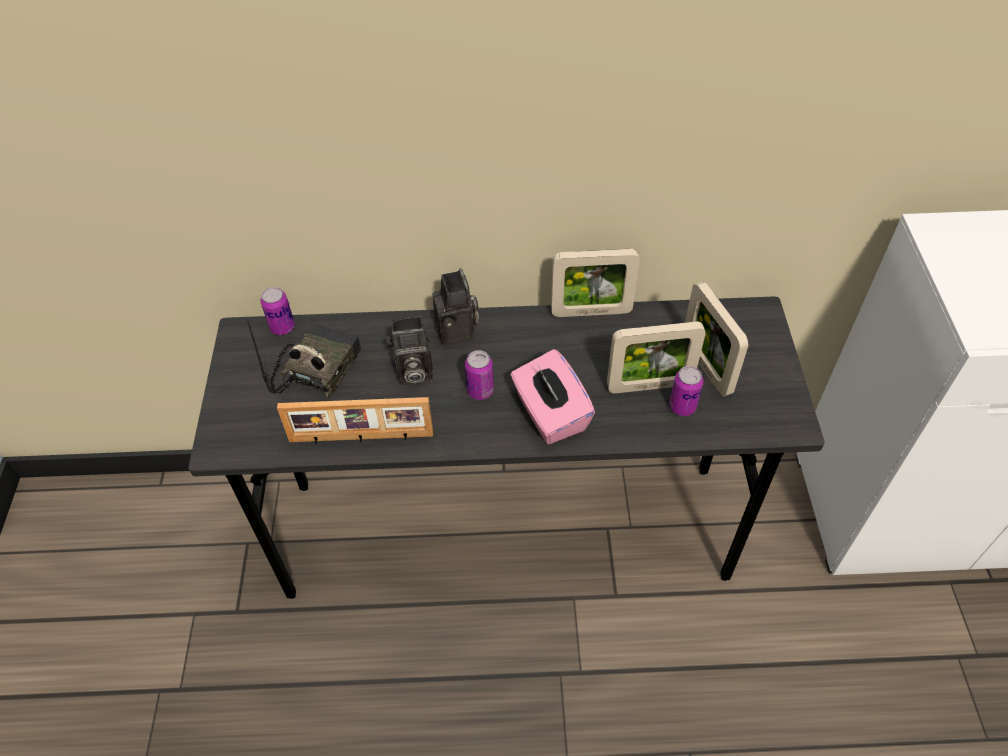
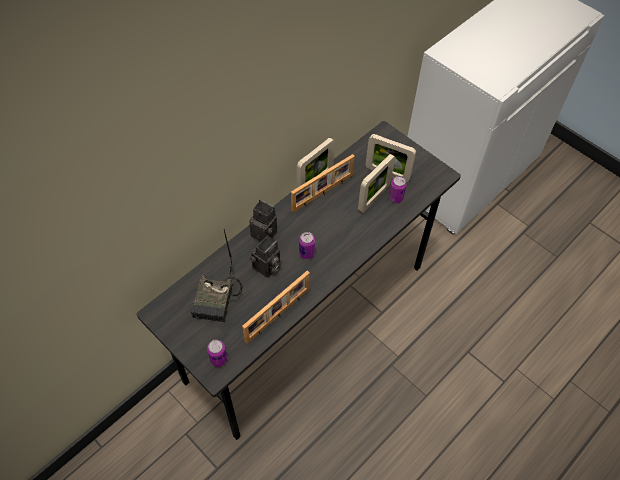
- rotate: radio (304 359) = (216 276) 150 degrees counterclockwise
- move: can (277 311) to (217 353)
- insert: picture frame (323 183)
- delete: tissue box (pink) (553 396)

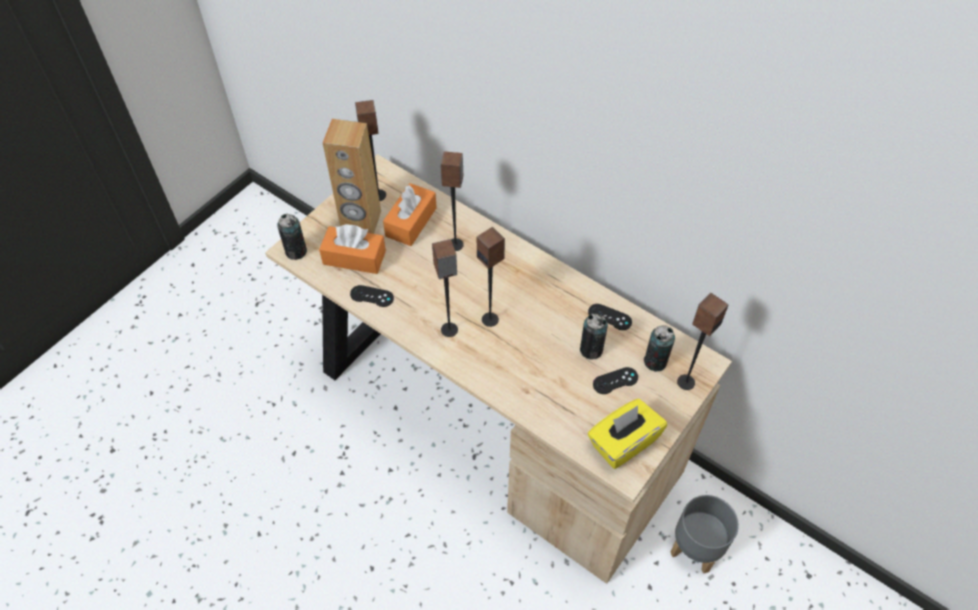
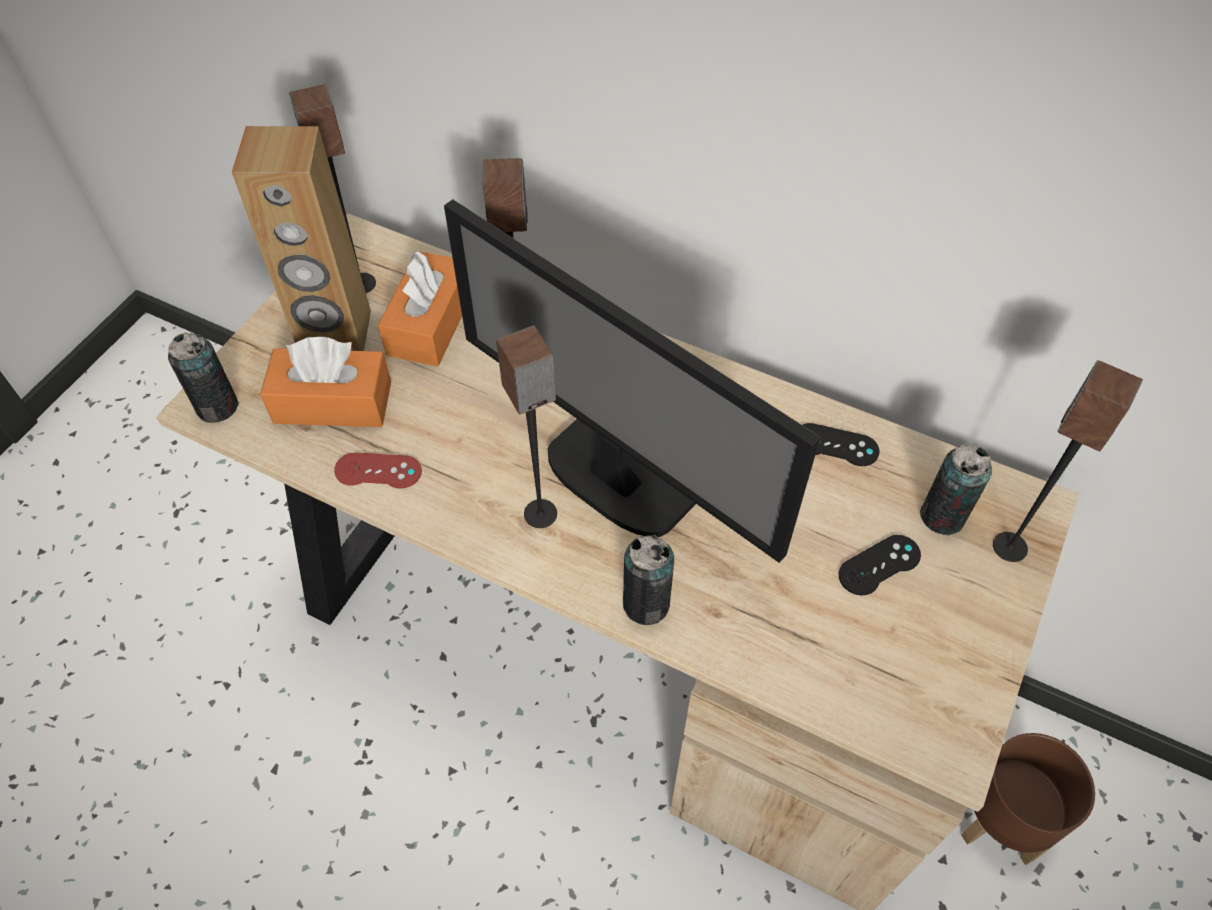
- recolor: game controller (black) (372 296) to game controller (red) (378 470)
- replace: speaker (491 277) to monitor (632 381)
- move: can (594 337) to (648 580)
- recolor: planter (grey) (704 534) to planter (brown) (1028 799)
- delete: tissue box (yellow) (627 434)

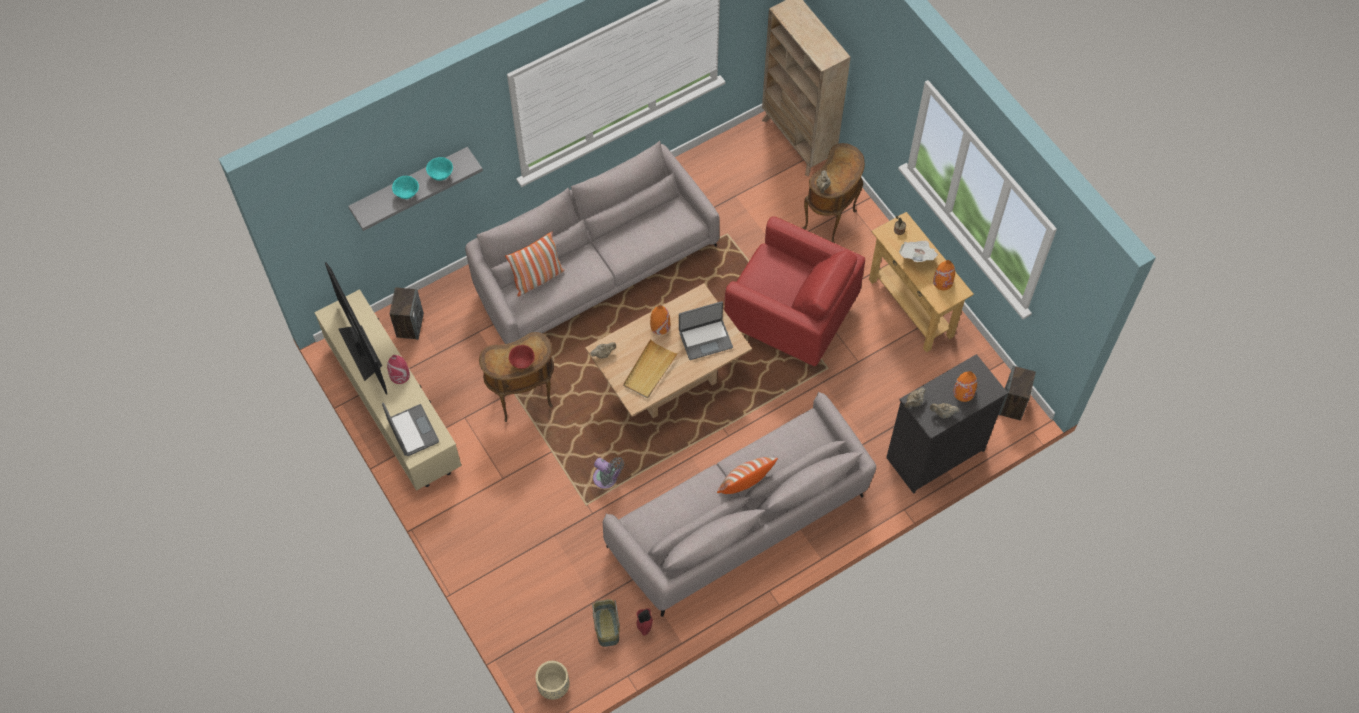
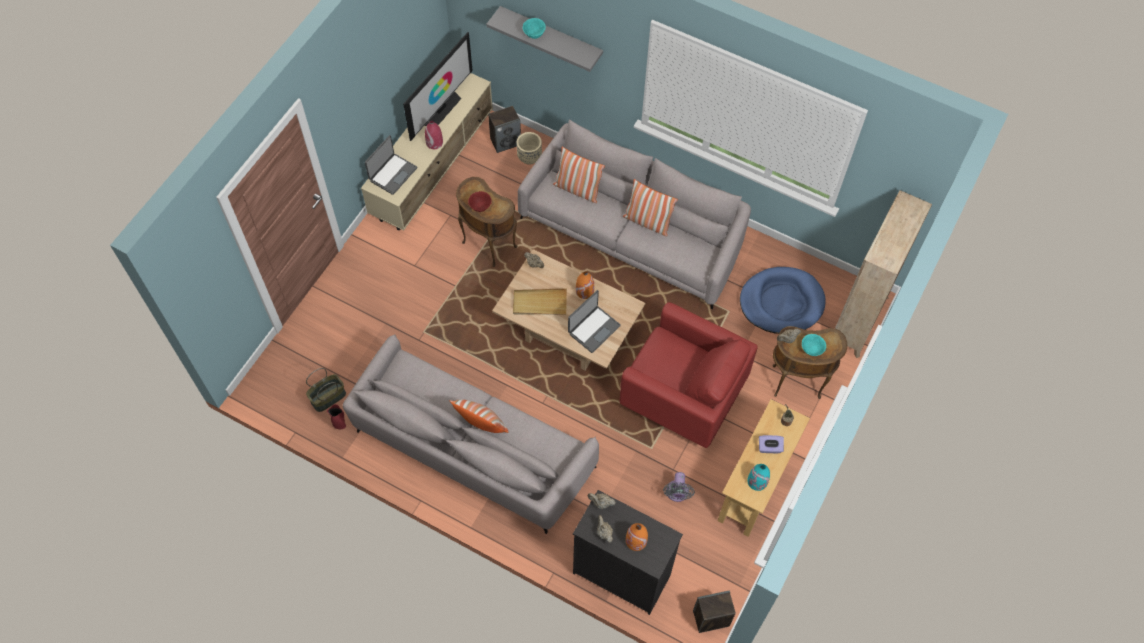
- move: planter (beige) (552 680) to (529 148)
- rotate: laptop (706 330) = (594 321) 90 degrees counterclockwise
- rotate: armchair (red) (794 291) = (688 375) 60 degrees counterclockwise
- insert: pillow (650 207)
- move: fan (grey) (608 473) to (679 487)
- insert: dog bed (blue) (783 300)
- recolor: vase (orange) (944 275) to vase (turquoise) (758 477)
- replace: newspaper (918 251) to tissue box (purple) (771 444)
- move: bowl (turquoise) (439 169) to (814 345)

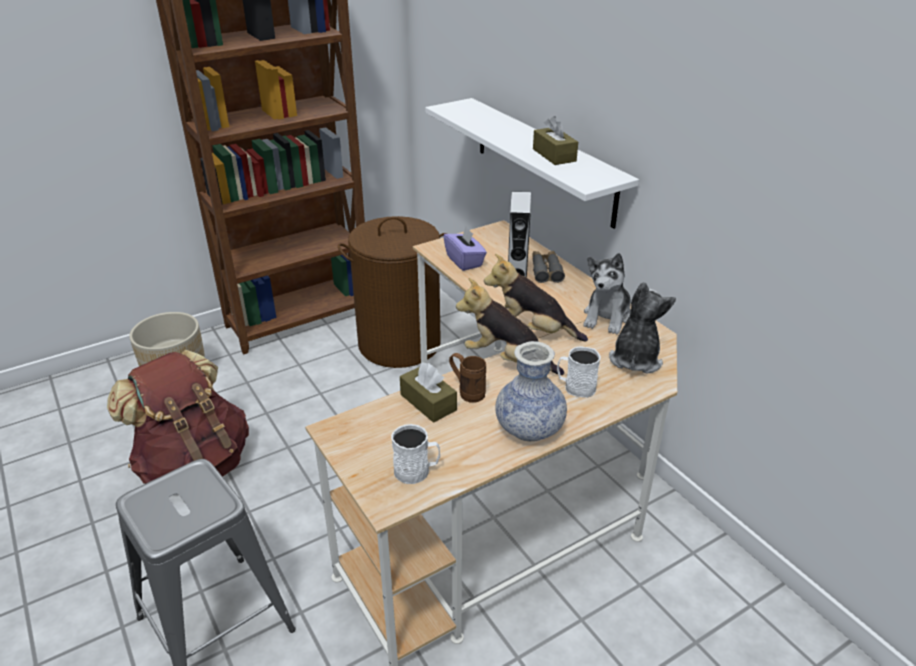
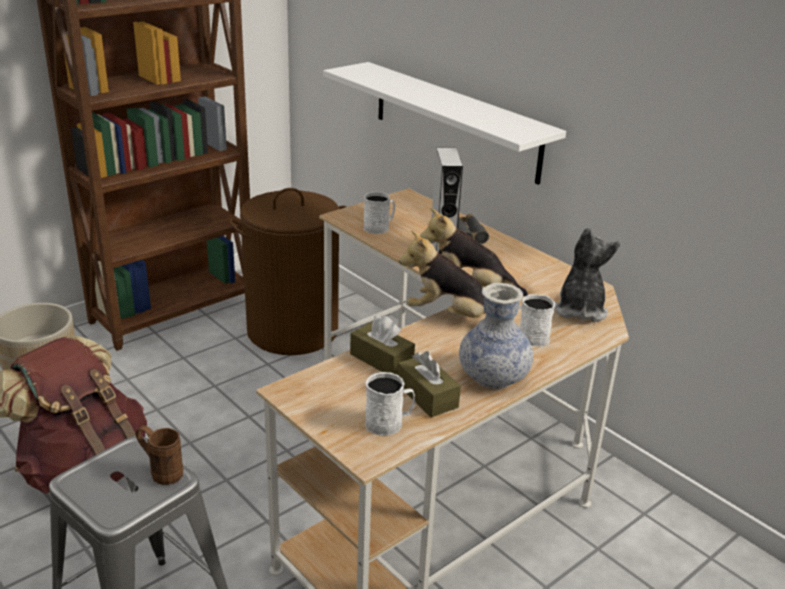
- move: mug (brown) (467 378) to (159 455)
- replace: tissue box (purple) (465 249) to mug (white) (379 213)
- move: tissue box (brown) (555 140) to (429 384)
- delete: plush toy (607 294)

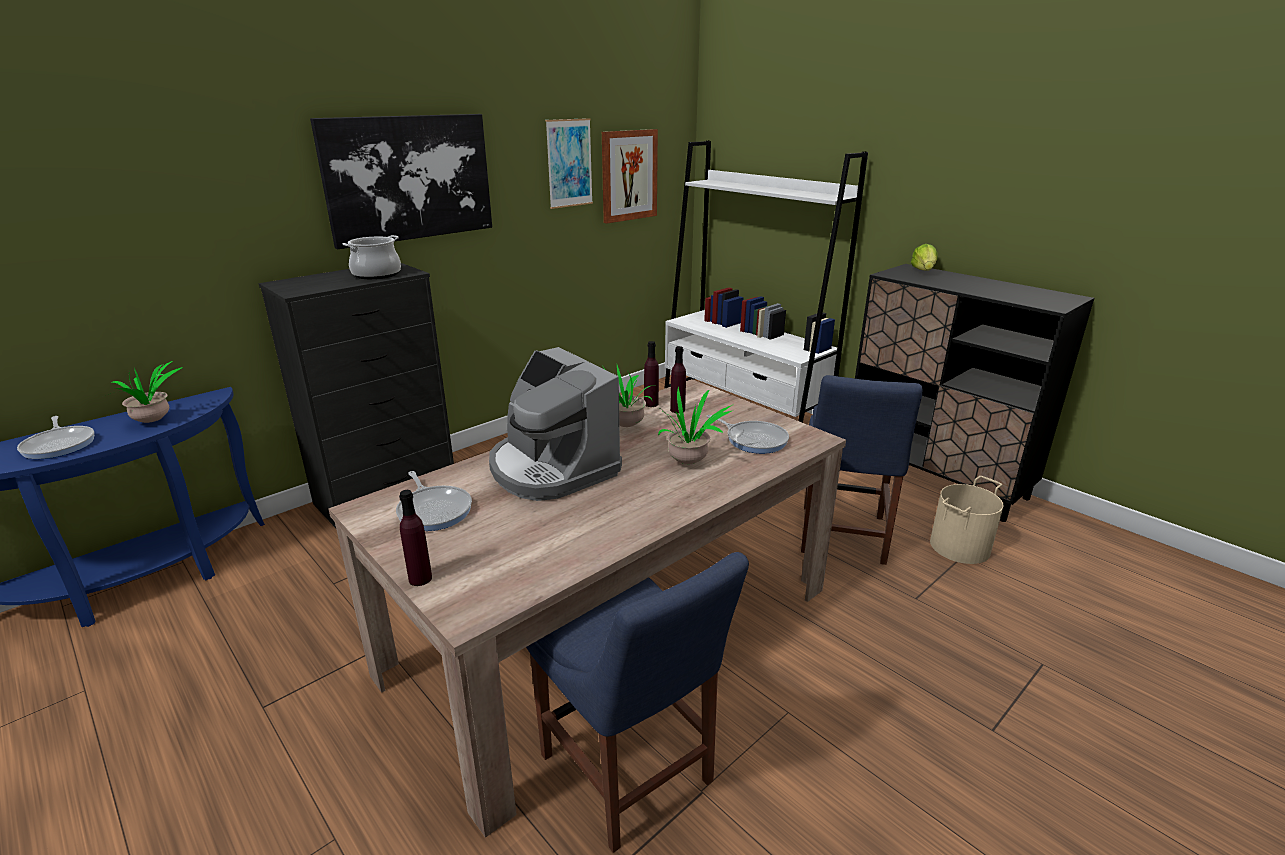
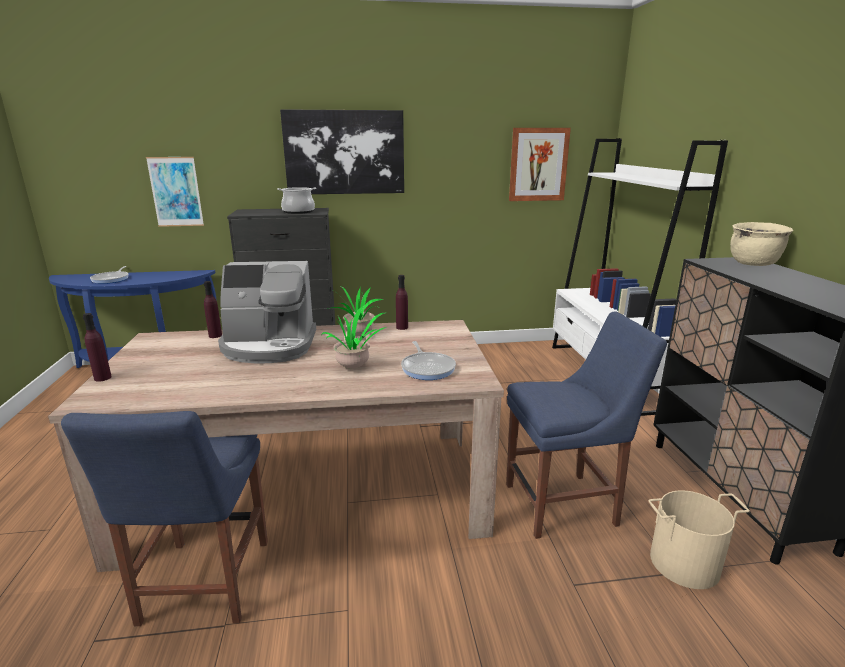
- move: picture (569 163) to (175 192)
- move: bottle (purple) (678 379) to (213 309)
- rotate: coffee machine (555 424) = (267 312) 90 degrees counterclockwise
- rotate: chair (blue) (862 470) = (586 425) 150 degrees counterclockwise
- replace: lettuce (924 257) to cooking pot (beige) (762 244)
- delete: potted plant (146 392)
- delete: frying pan (434 501)

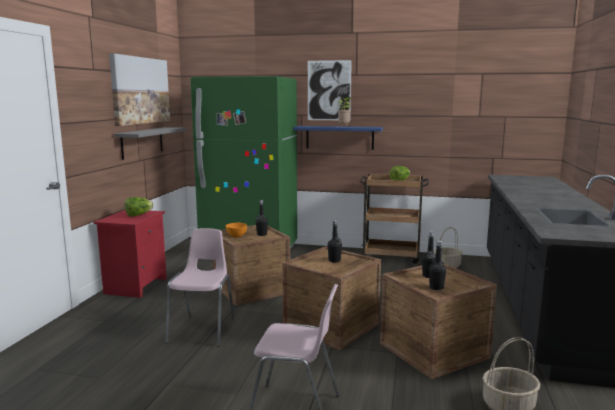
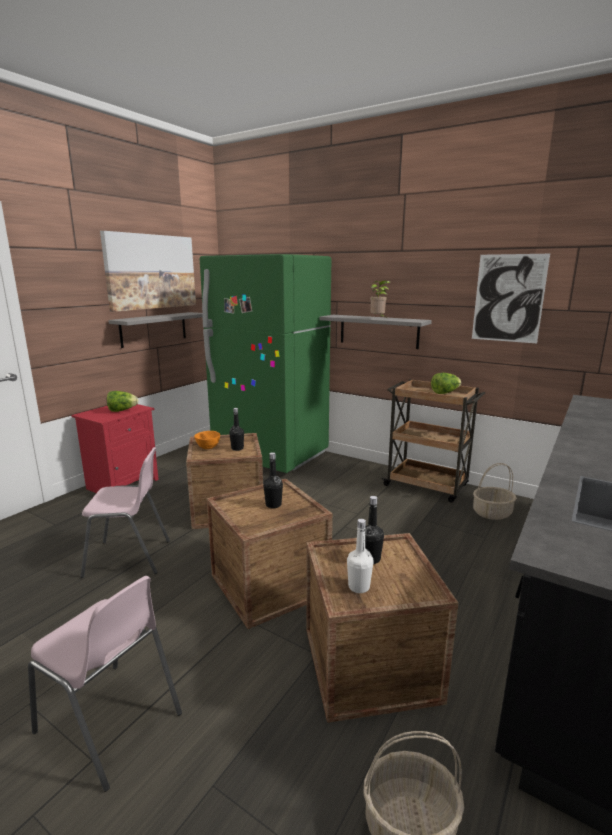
- rotate: chair (pink) (200 287) = (125 512) 60 degrees clockwise
- recolor: shelf (blue) (338 138) to shelf (grey) (375 332)
- recolor: bottle (black) (438 265) to bottle (white) (360 556)
- move: picture (330 90) to (511 298)

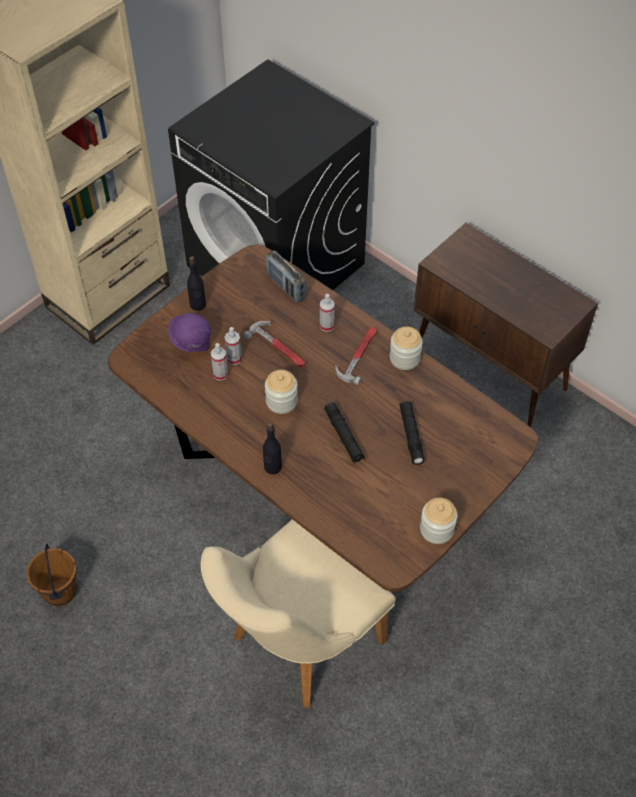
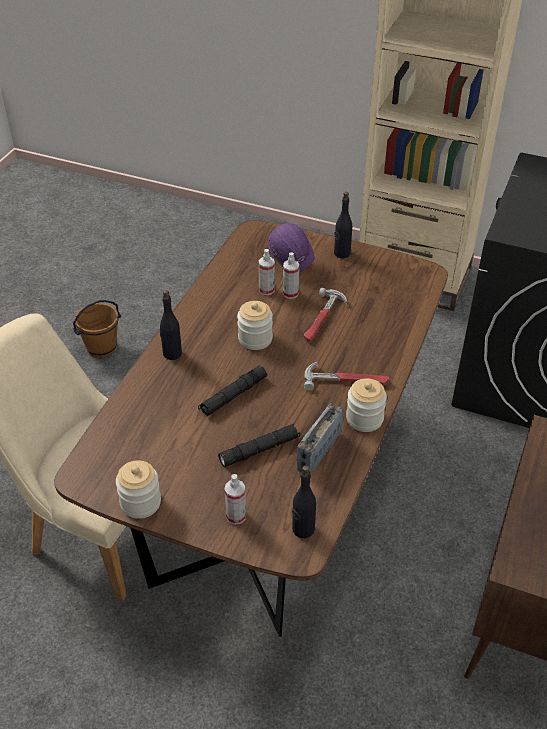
- move: spray bottle (327 313) to (235 499)
- insert: bottle (black) (304 502)
- move: radio (286 276) to (319 438)

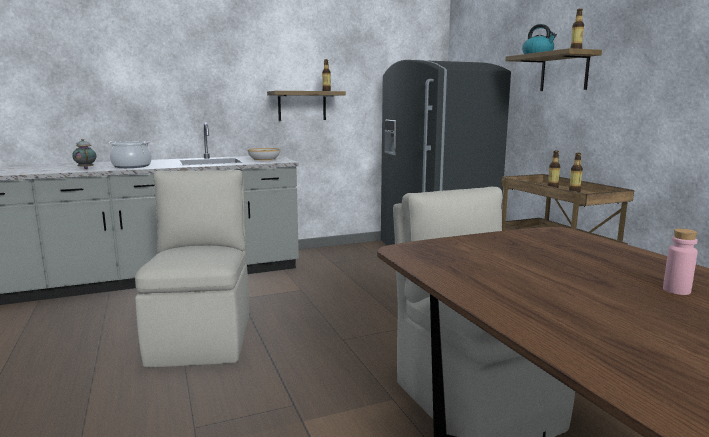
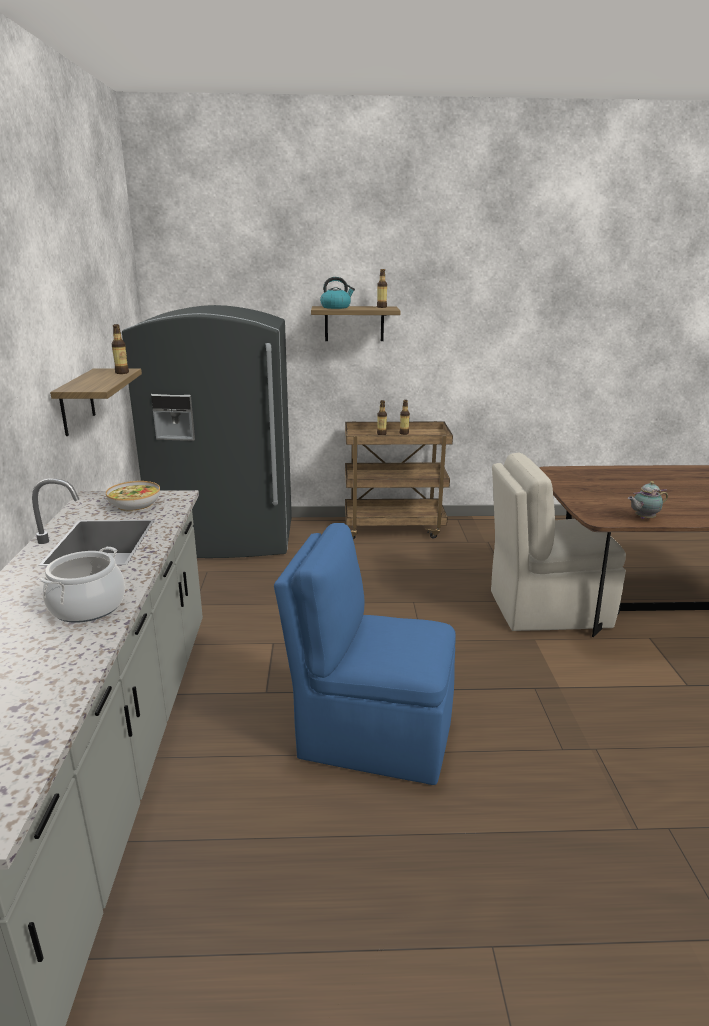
- recolor: chair (beige) (192 269) to chair (blue) (365 654)
- move: teapot (84 154) to (648 500)
- delete: bottle (pink) (680 262)

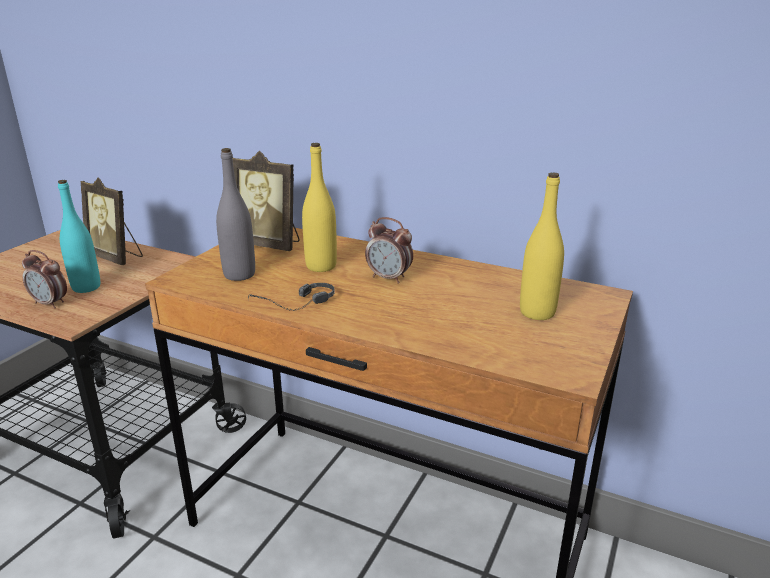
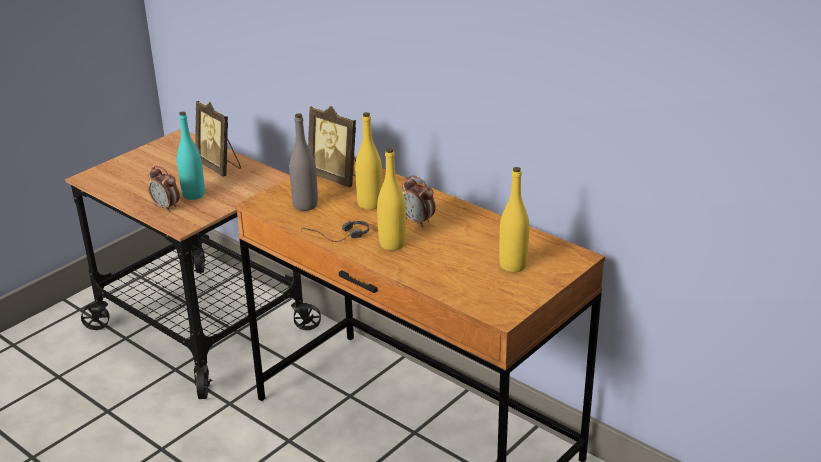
- insert: bottle (yellow) (391 199)

